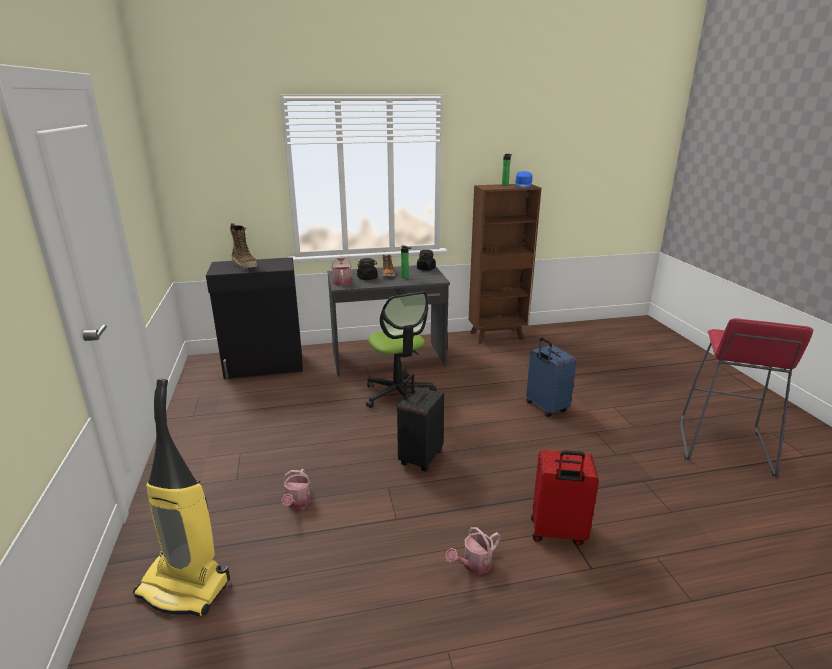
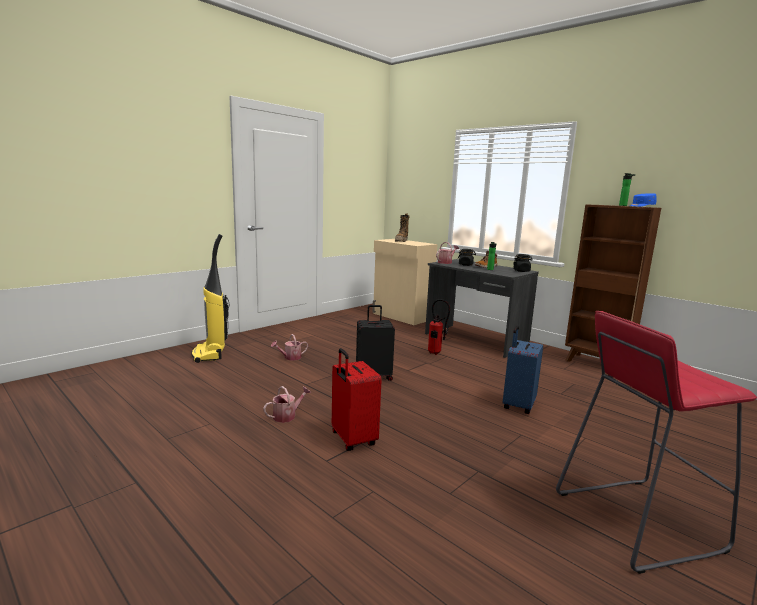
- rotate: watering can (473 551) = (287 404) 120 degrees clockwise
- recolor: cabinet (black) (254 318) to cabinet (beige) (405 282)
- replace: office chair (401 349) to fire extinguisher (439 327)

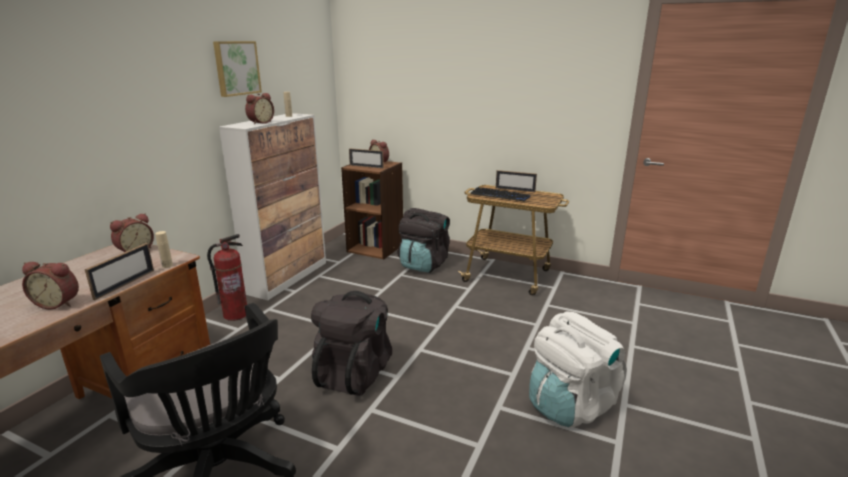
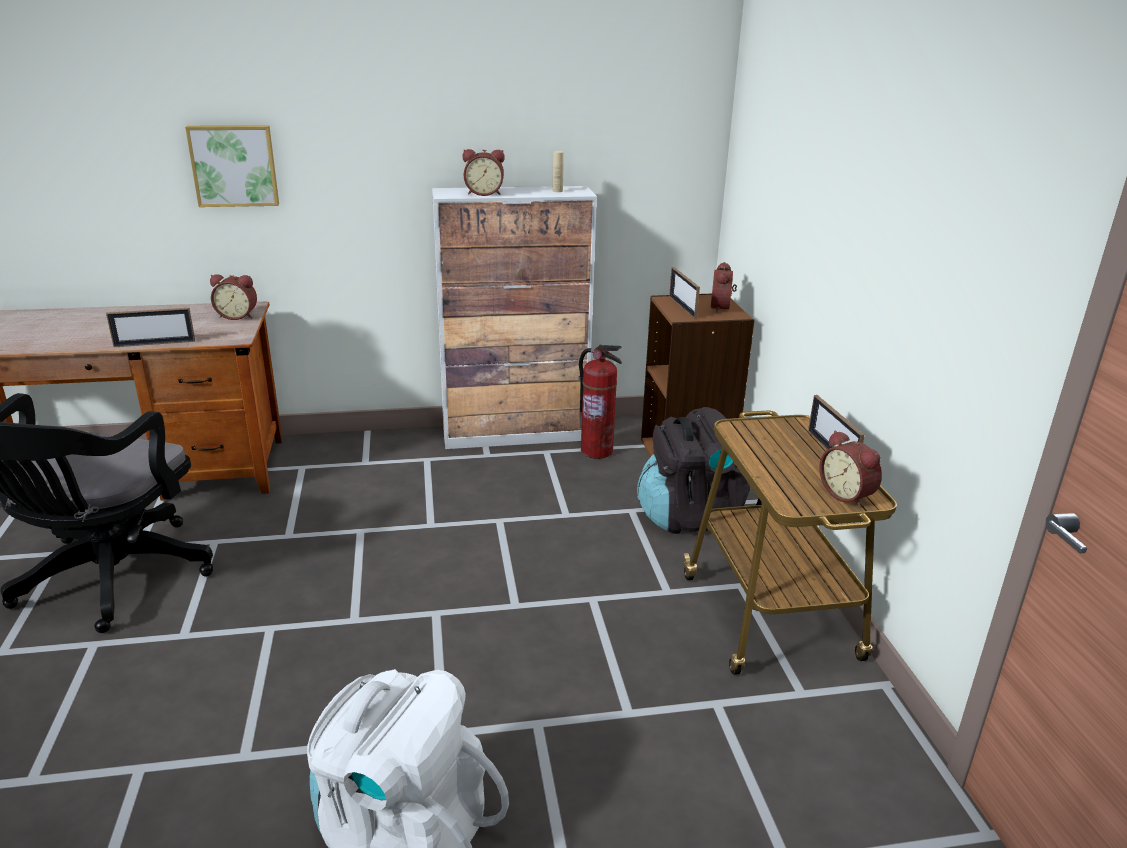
- move: picture (237 69) to (232 166)
- move: fire extinguisher (227 277) to (600 402)
- move: alarm clock (50 285) to (850 469)
- delete: bottle (beige) (164 249)
- delete: backpack (black) (351 343)
- delete: keyboard (500 194)

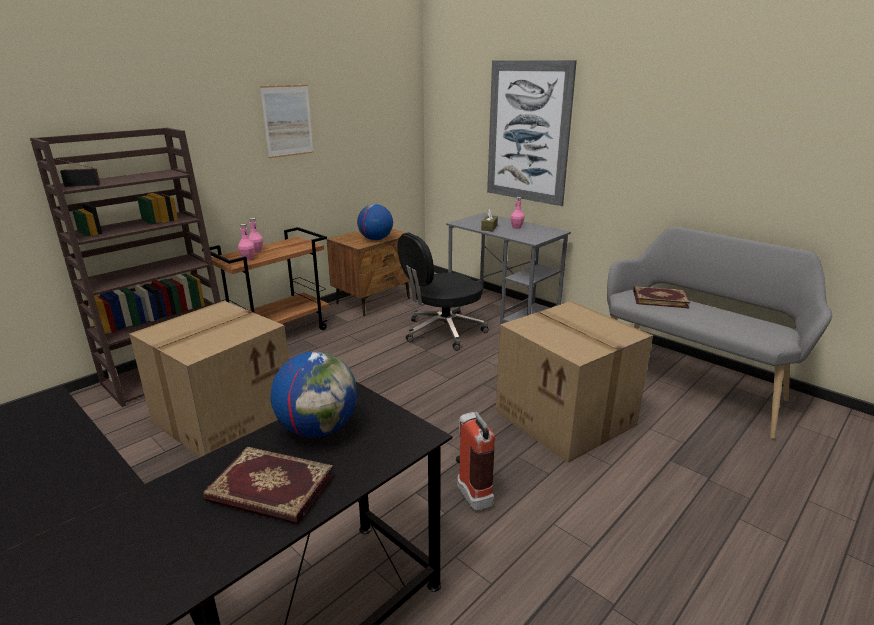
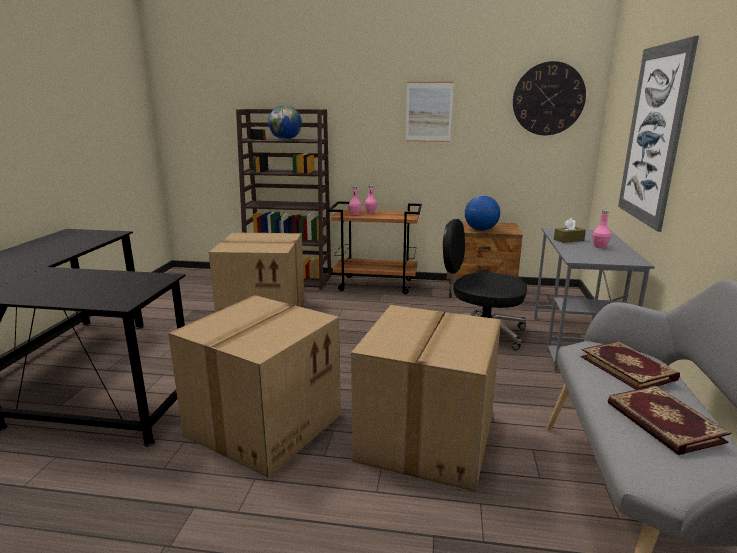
- replace: fire extinguisher (475 461) to cardboard box (254 386)
- move: globe (314 394) to (285 122)
- insert: wall clock (549 98)
- move: book (268 486) to (669 420)

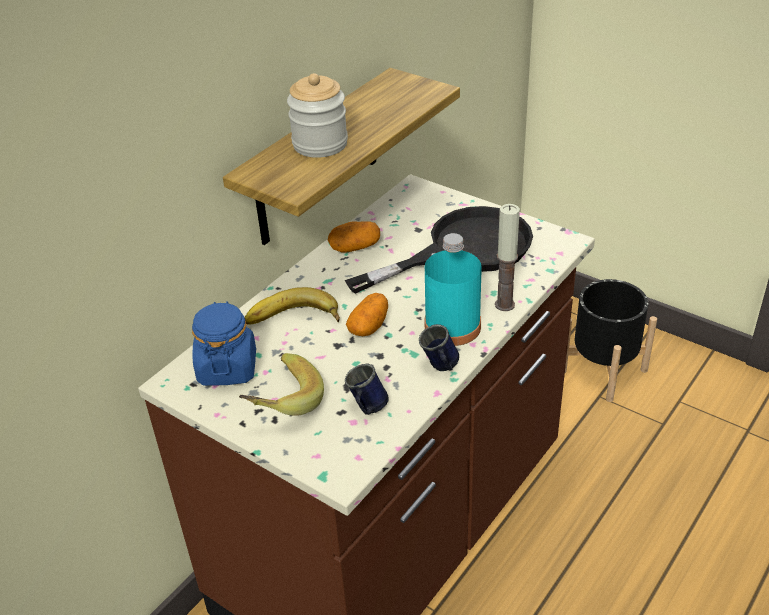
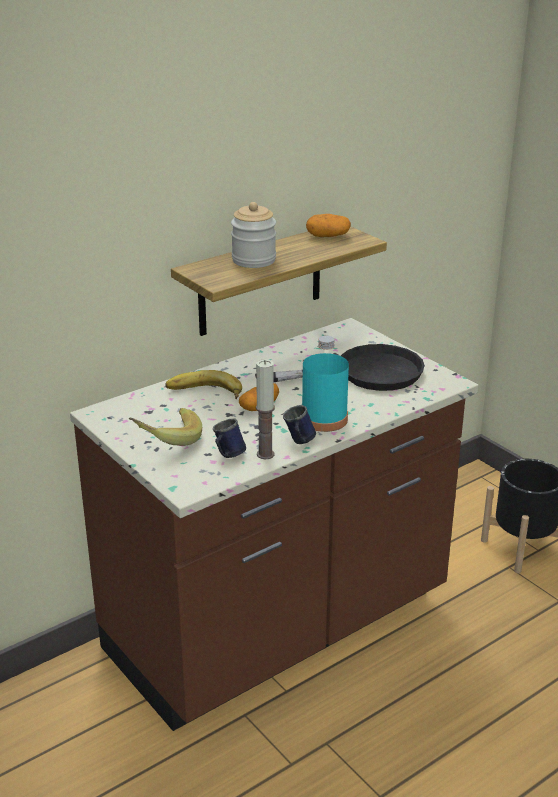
- move: candle (507 257) to (265 409)
- move: potato (354 237) to (328 225)
- delete: jar (blue) (224 343)

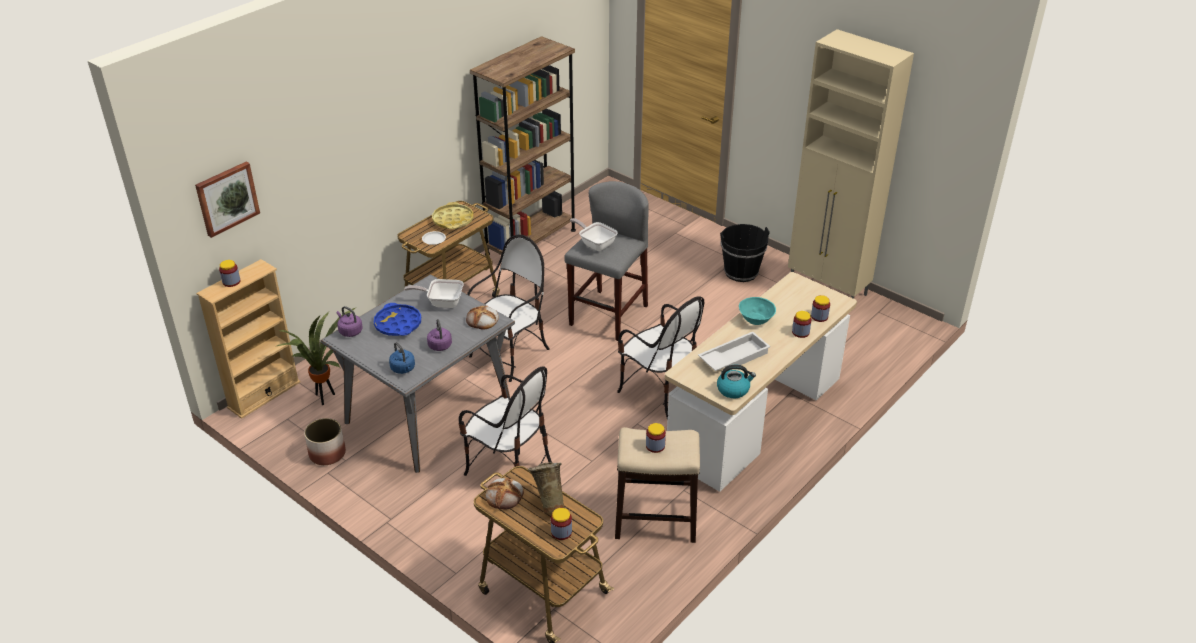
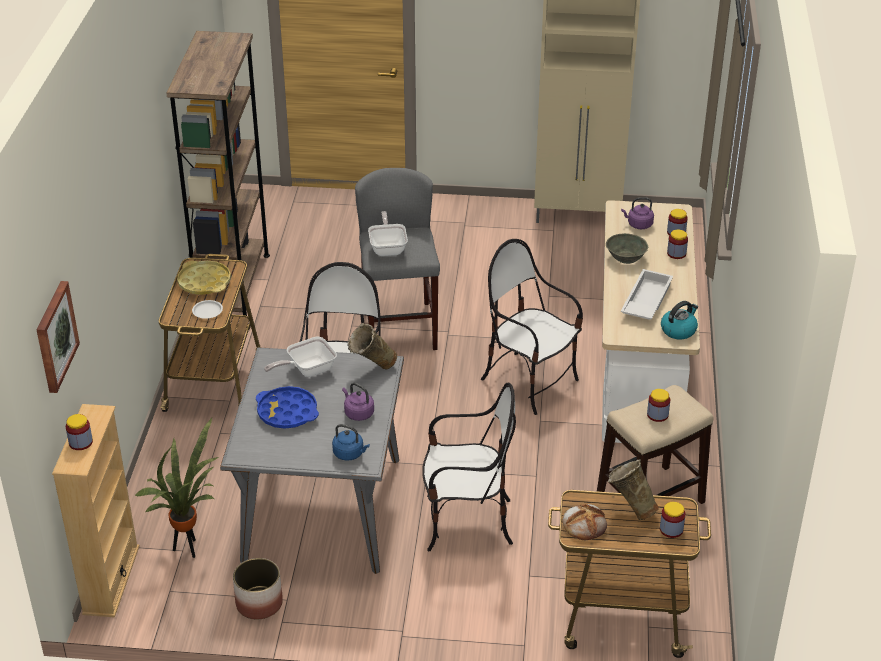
- replace: bread (482 318) to vase (beige) (372 346)
- rotate: frying pan (594 234) = (388 233) 75 degrees clockwise
- rotate: chair (660 357) = (532 327) 150 degrees counterclockwise
- recolor: bowl (turquoise) (757 311) to bowl (grey) (627 248)
- move: kettle (purple) (350 321) to (637 213)
- delete: bucket (black) (745 253)

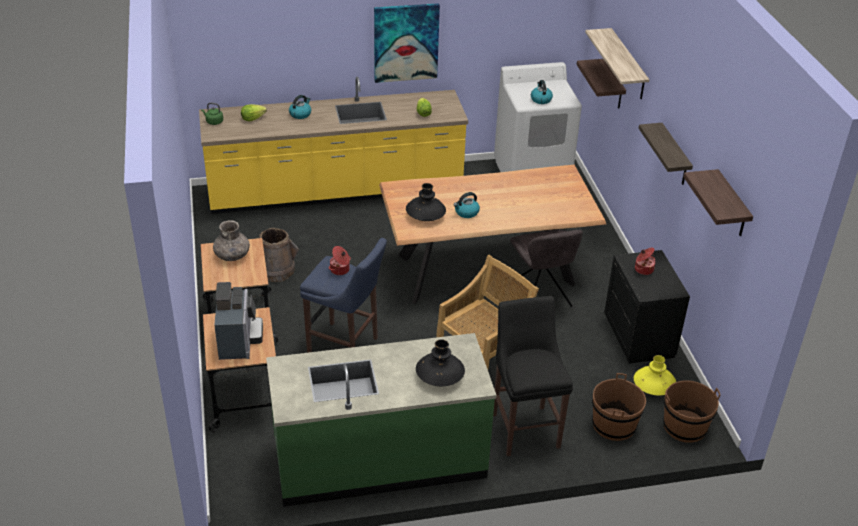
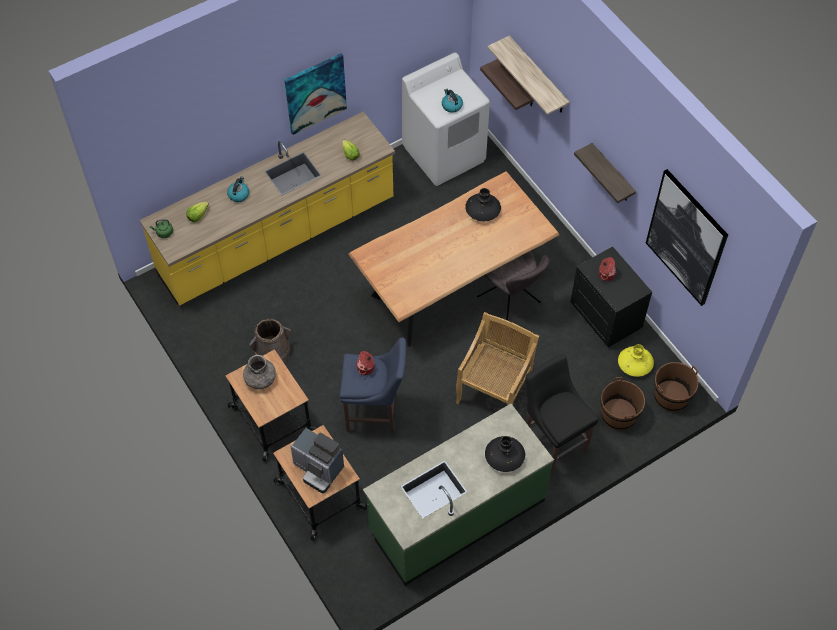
- rotate: coffee machine (238 321) = (317 460) 150 degrees clockwise
- move: vase (black) (426 202) to (483 204)
- replace: shelf (718 202) to picture (687 237)
- delete: kettle (466 205)

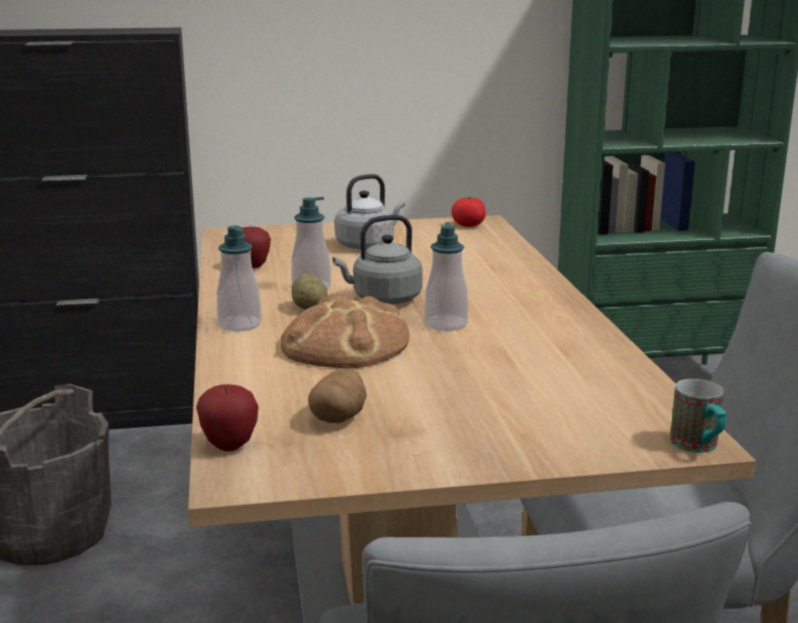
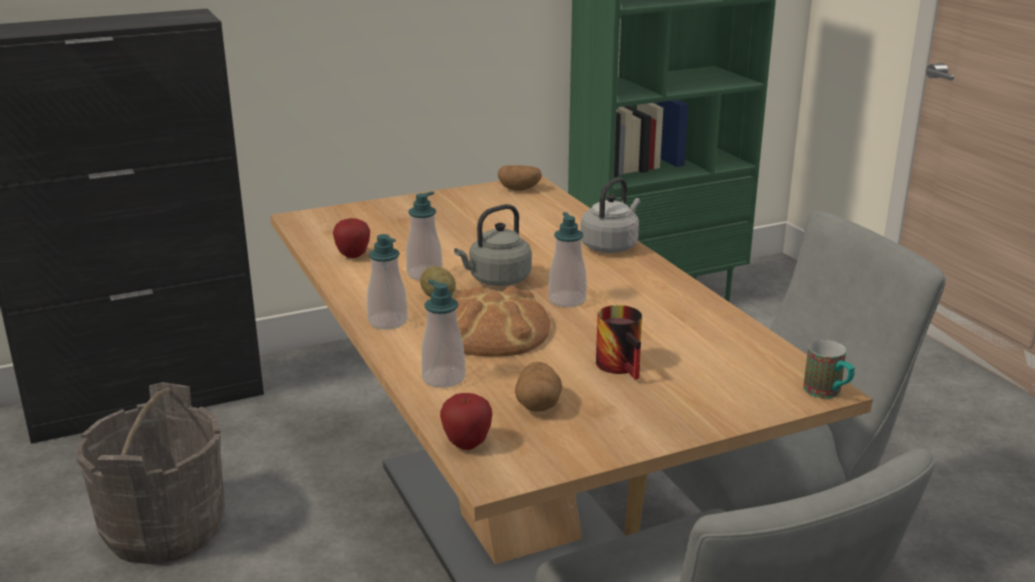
- insert: soap dispenser (443 333)
- replace: tomato (468 212) to potato (520 178)
- move: kettle (grey) (370 212) to (610 215)
- insert: mug (619 342)

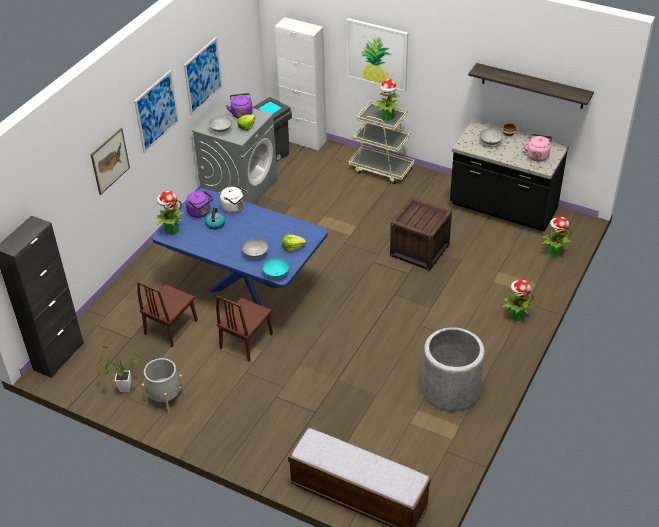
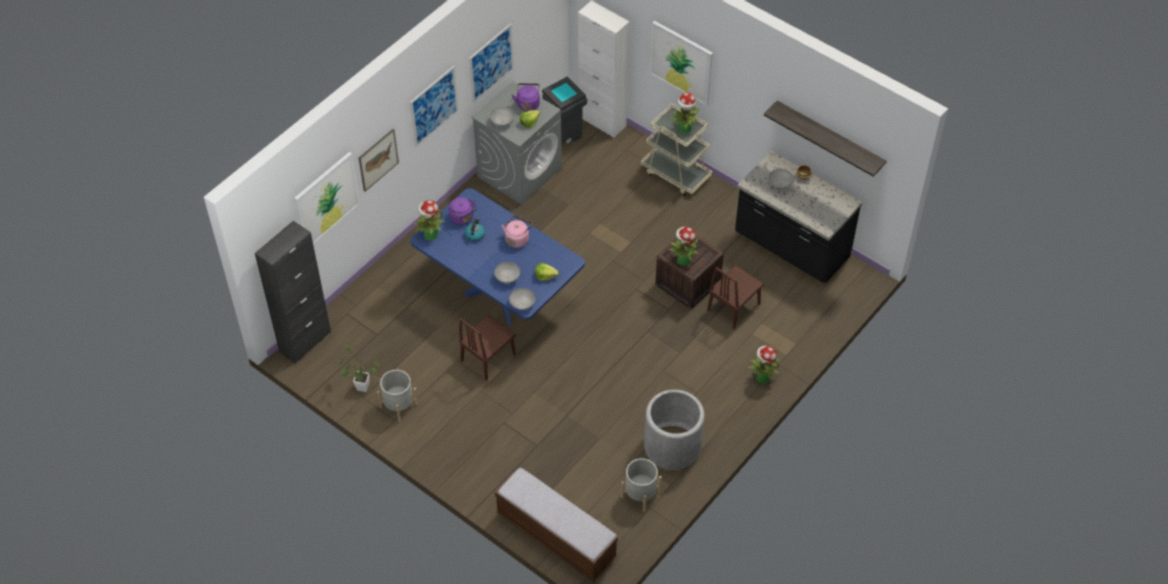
- insert: picture (327 198)
- move: kettle (pink) (537 148) to (517 232)
- recolor: bowl (turquoise) (276 268) to bowl (grey) (522 299)
- insert: planter (grey) (641 485)
- move: potted plant (557 237) to (684 246)
- move: chair (brown) (167 314) to (735 297)
- delete: kettle (white) (233 199)

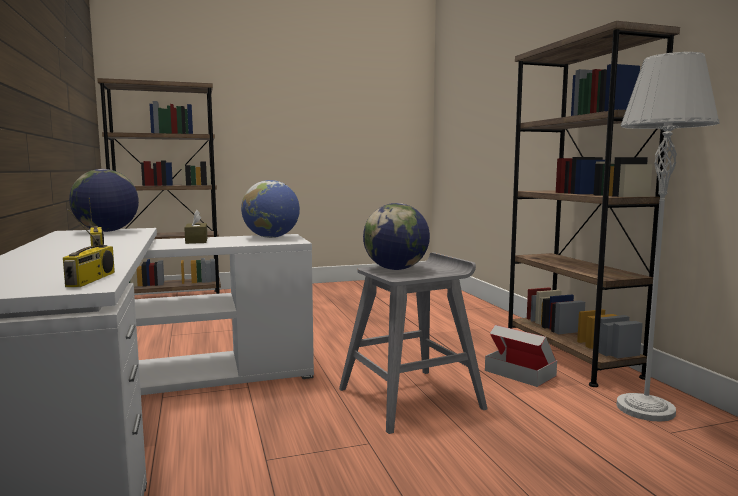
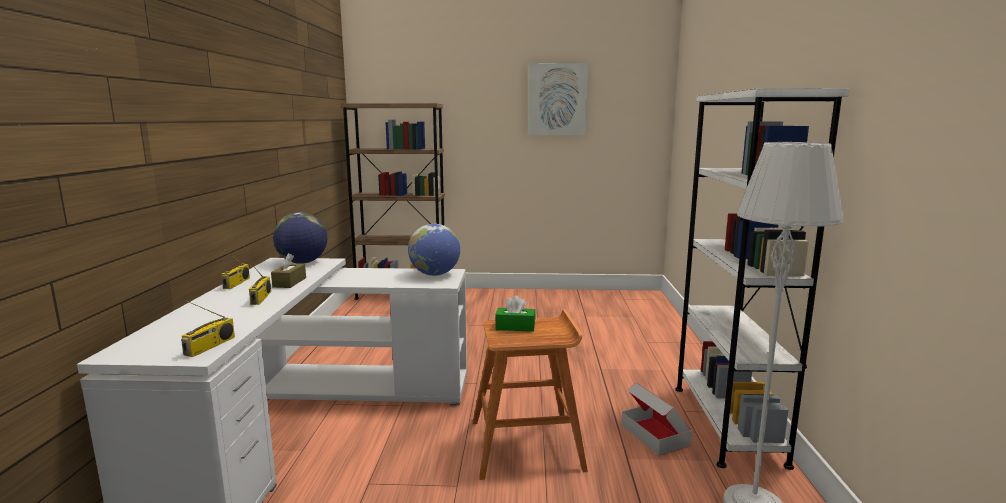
- insert: radio (235 269)
- move: tissue box (brown) (195 227) to (288 270)
- recolor: stool (grey) (413 343) to stool (brown) (530 394)
- replace: globe (396 236) to tissue box (green) (515 314)
- insert: picture (558 99)
- recolor: bookcase (brown) (594 204) to bookcase (white) (762 279)

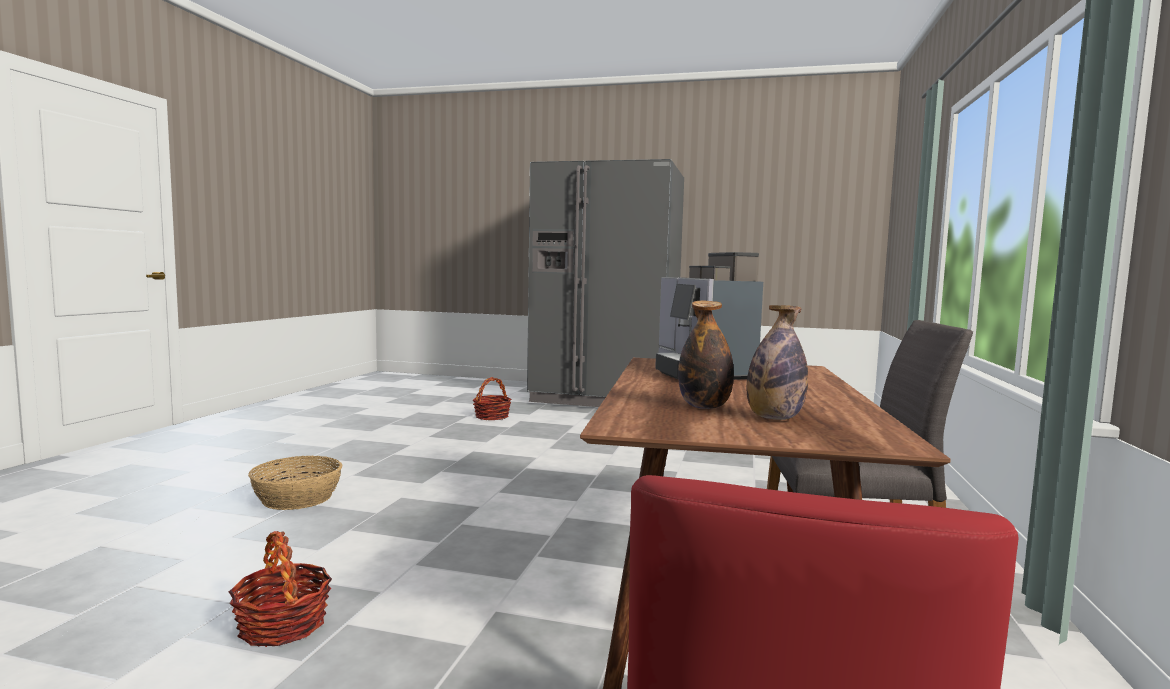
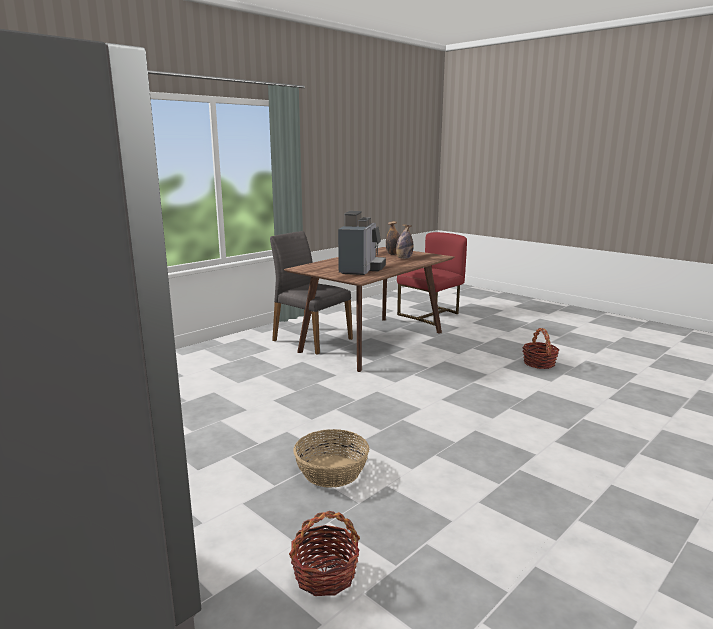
- move: basket (295 483) to (331 458)

